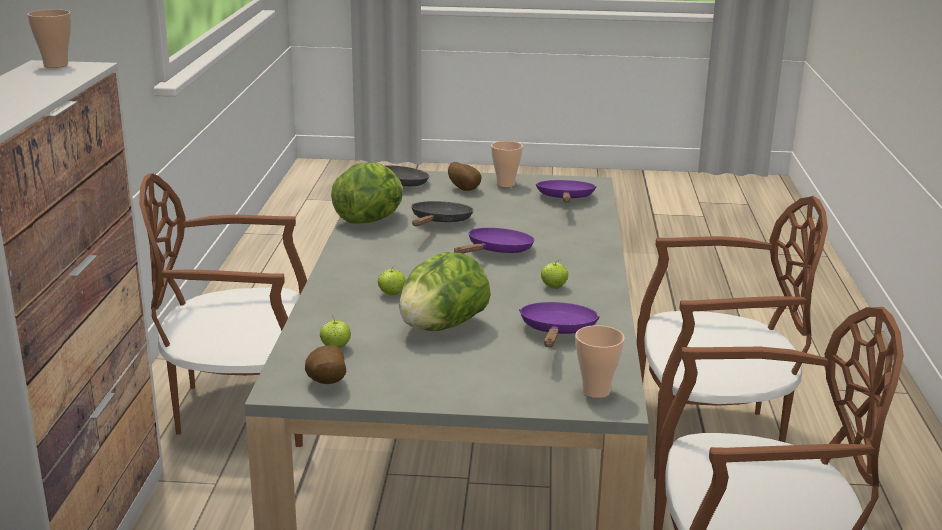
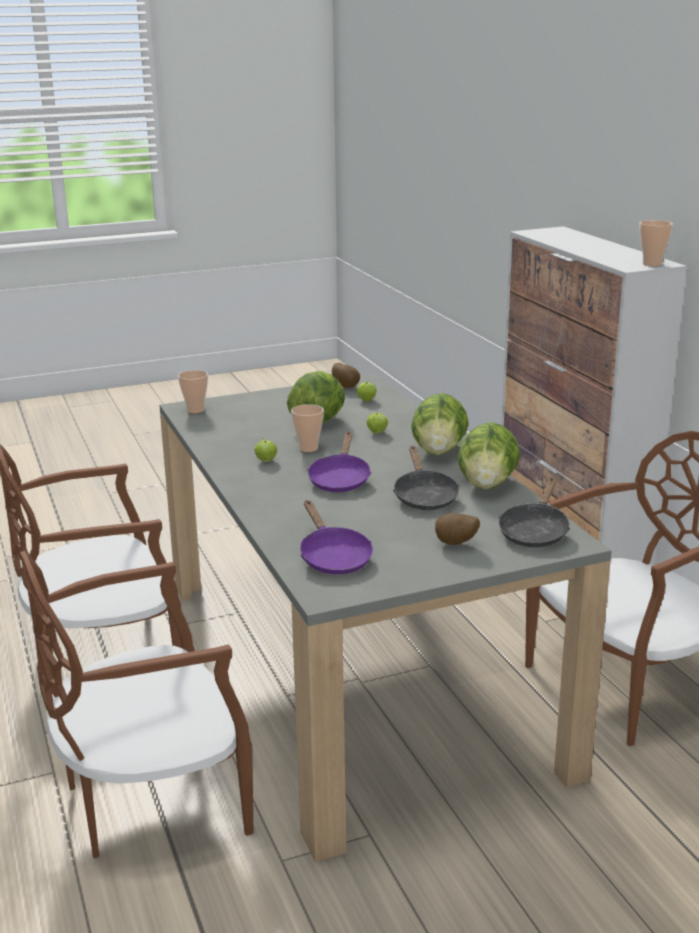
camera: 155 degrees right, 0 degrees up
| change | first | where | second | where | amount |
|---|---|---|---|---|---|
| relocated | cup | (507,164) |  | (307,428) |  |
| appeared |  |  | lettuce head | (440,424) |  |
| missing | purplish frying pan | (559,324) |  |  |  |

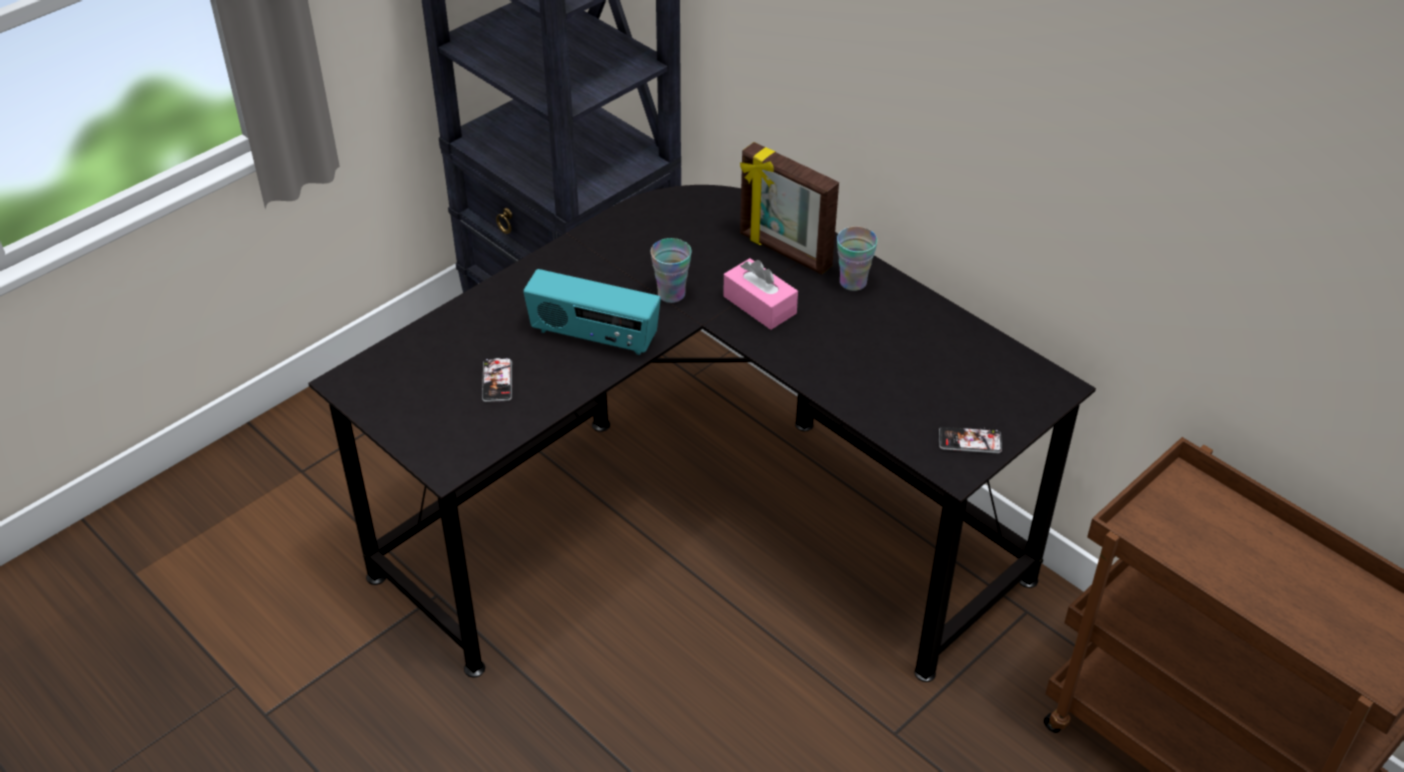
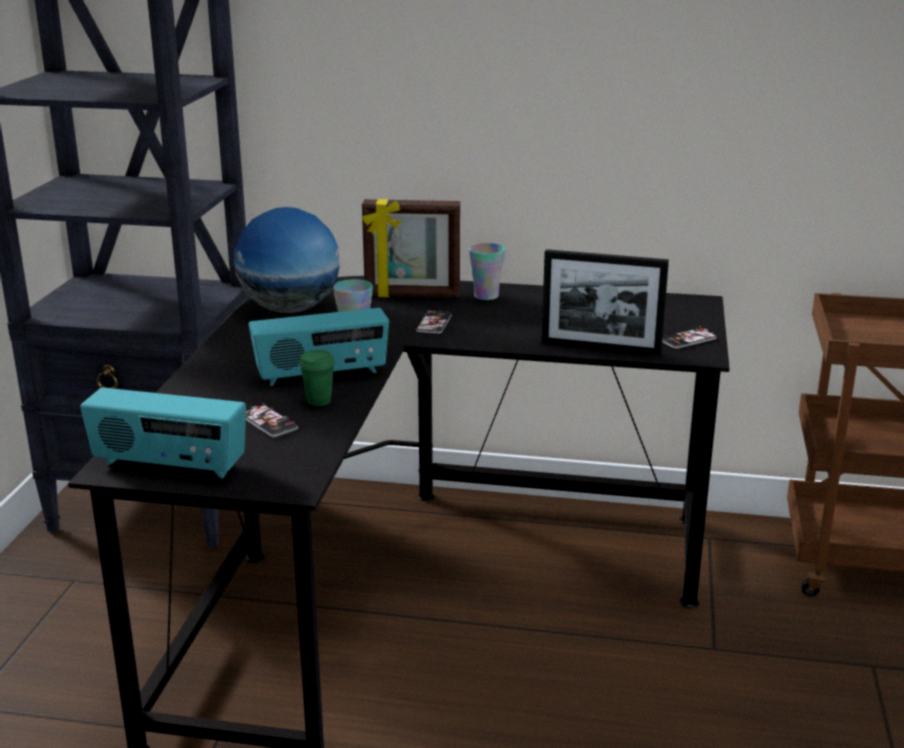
camera: 35 degrees left, 20 degrees down
| change | first | where | second | where | amount |
|---|---|---|---|---|---|
| appeared |  |  | radio | (163,433) |  |
| appeared |  |  | globe | (287,260) |  |
| appeared |  |  | green-coloured cup | (317,378) |  |
| exchanged | pinkish tissue holder | (760,294) | telephone | (434,322) |  |
| appeared |  |  | standing frame | (605,302) |  |

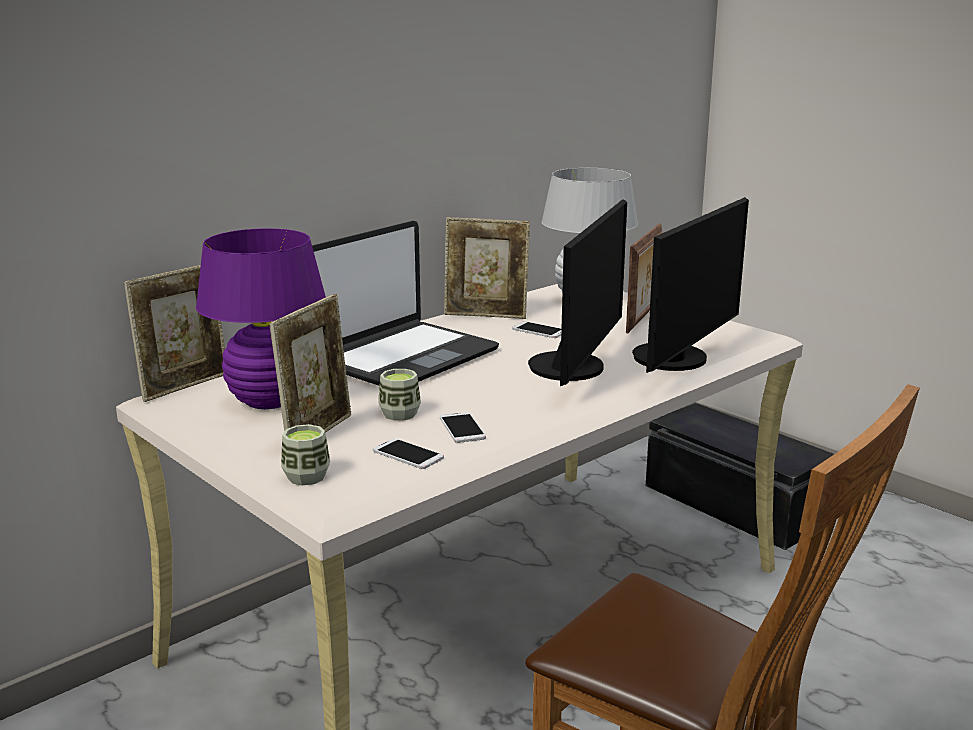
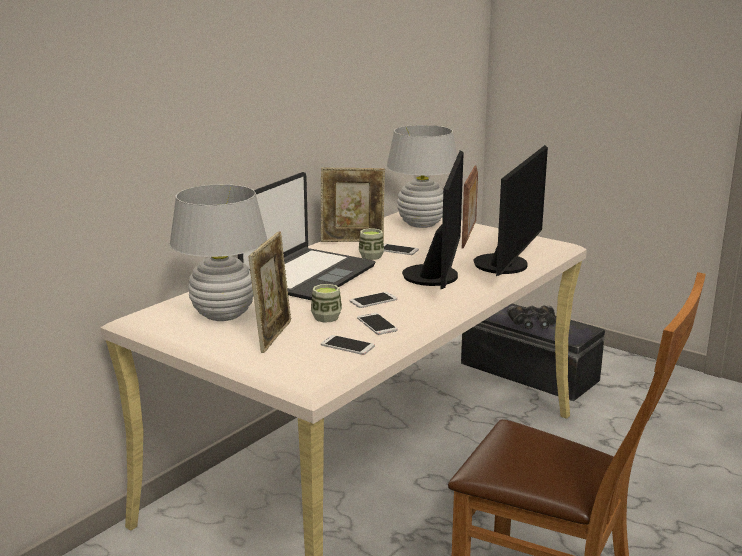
camera: 10 degrees left, 0 degrees up
| change | first | where | second | where | amount |
|---|---|---|---|---|---|
| colour | purplish tabletop lamp | (261,318) | whitish tabletop lamp | (218,252) |  |
| appeared |  |  | telephone | (373,300) |  |
| relocated | cup | (305,455) |  | (371,244) |  |
| appeared |  |  | black-coloured field glasses | (531,317) |  |
| missing | standing frame | (174,333) |  |  |  |

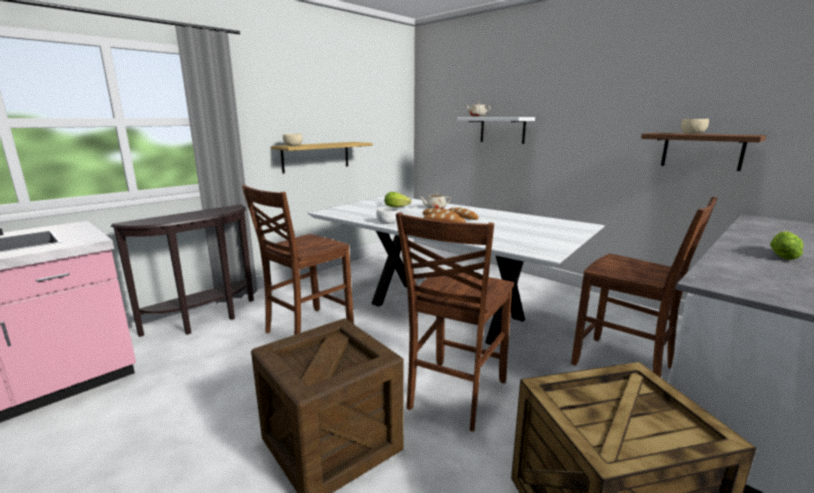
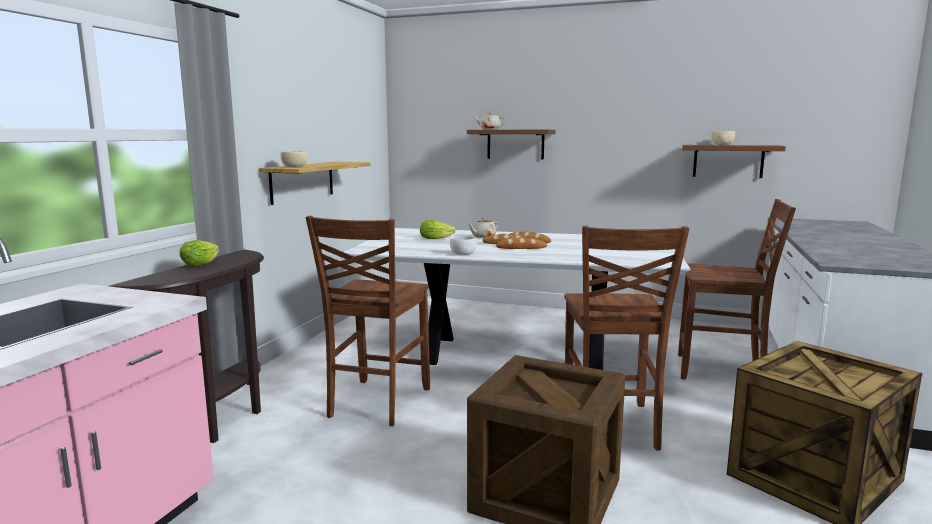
camera: 25 degrees left, 5 degrees down
| change | first | where | second | where | amount |
|---|---|---|---|---|---|
| relocated | lettuce head | (787,245) |  | (199,253) |  |
| colour | whitish wall shelf | (496,130) | brown-coloured wall shelf | (511,145) |  |

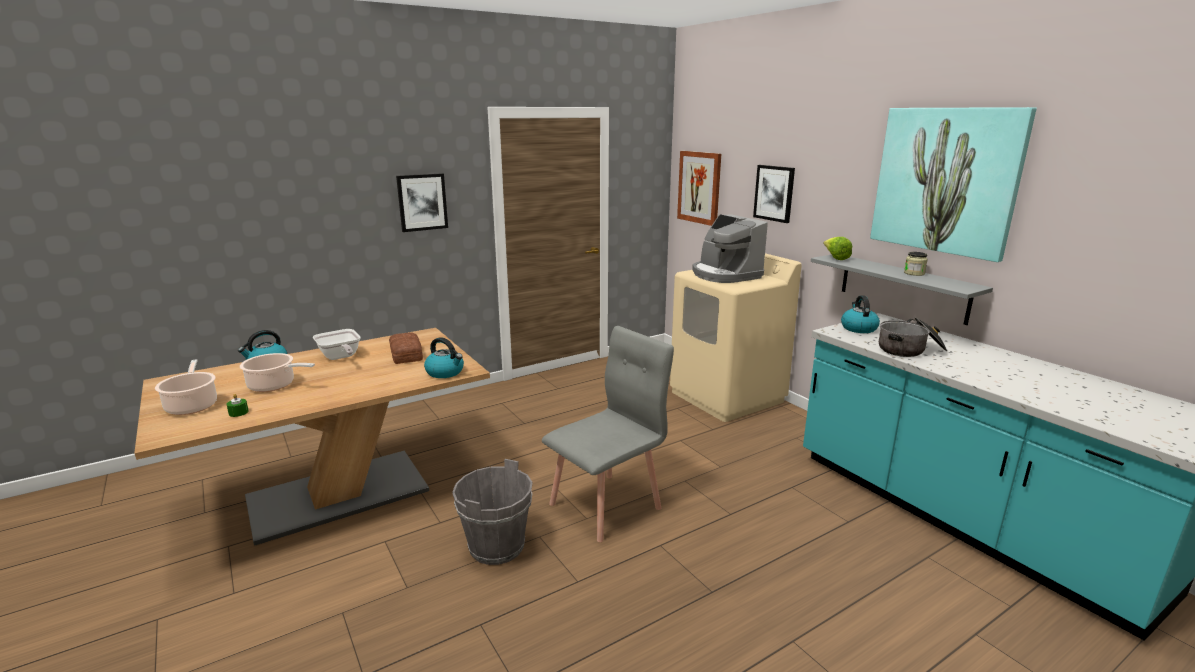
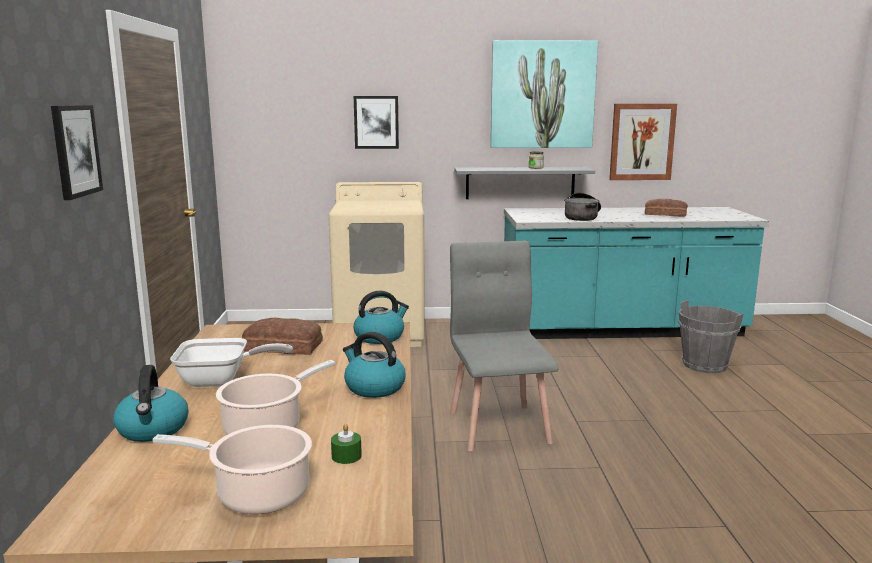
camera: 60 degrees left, 5 degrees down
| change | first | where | second | where | amount |
|---|---|---|---|---|---|
| relocated | kettle | (860,314) |  | (374,365) |  |
| relocated | wall picture | (699,188) |  | (643,142) |  |
| appeared |  |  | bakery bread | (666,208) |  |
| relocated | gray bucket | (492,512) |  | (710,336) |  |
| missing | coffee machine | (730,248) |  |  |  |
| missing | lettuce head | (837,248) |  |  |  |

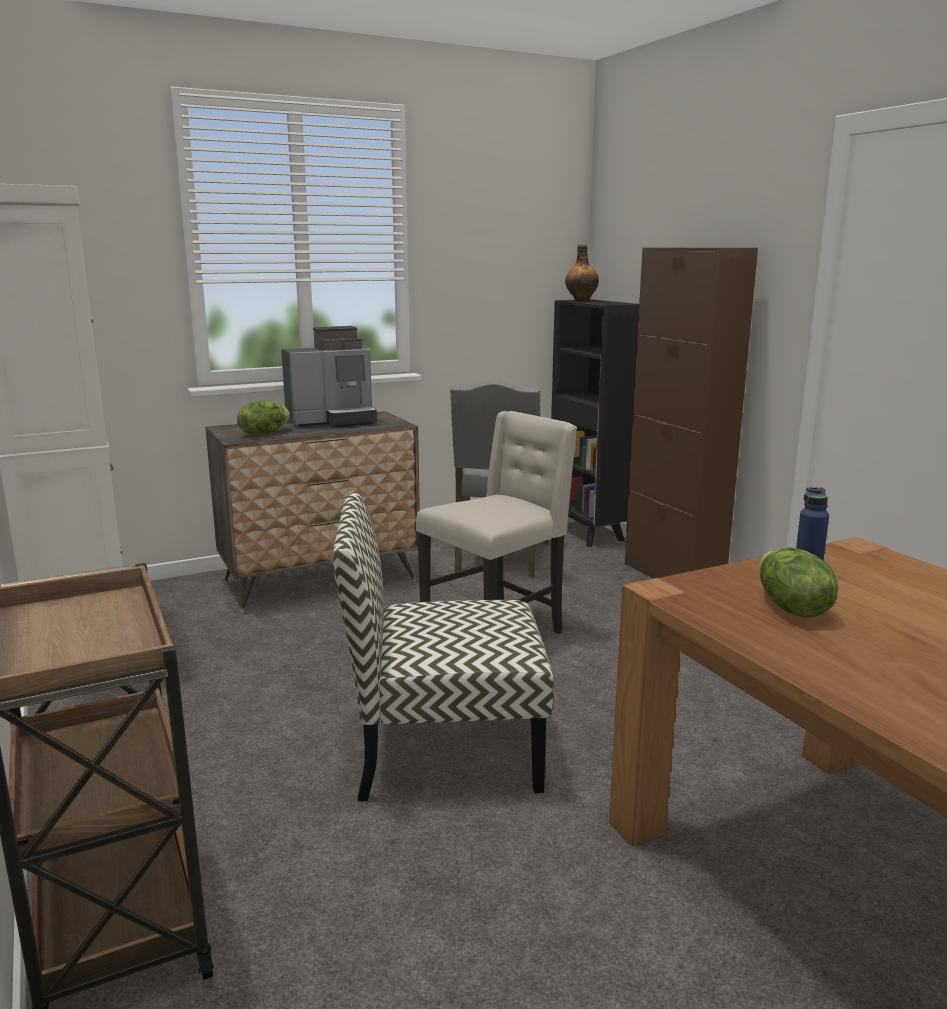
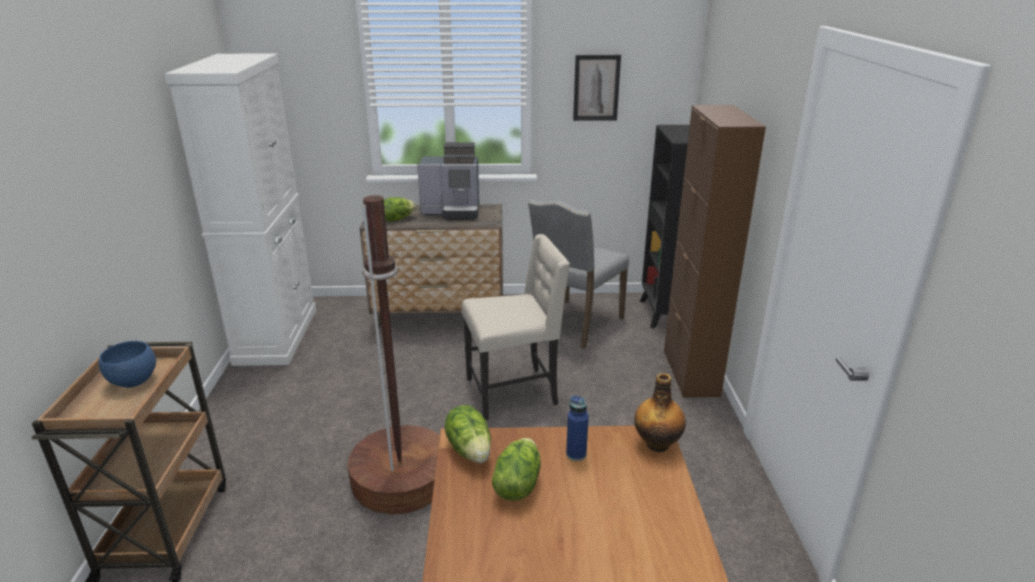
camera: 25 degrees right, 10 degrees up
| change | first | where | second | where | amount |
|---|---|---|---|---|---|
| appeared |  |  | blue serving bowl | (127,364) |  |
| exchanged | upright chair | (443,646) | brown-coloured standard lamp | (394,355) |  |
| appeared |  |  | lettuce head | (468,434) |  |
| appeared |  |  | wall picture | (597,88) |  |
| relocated | beverage bottle | (582,273) |  | (660,412) |  |

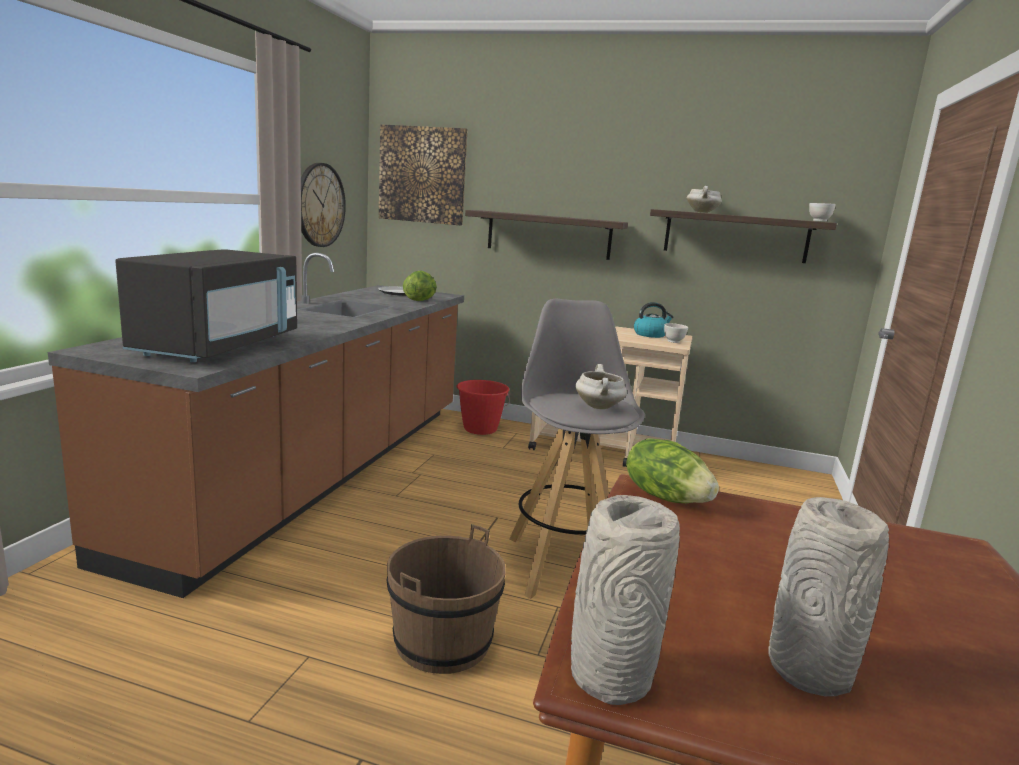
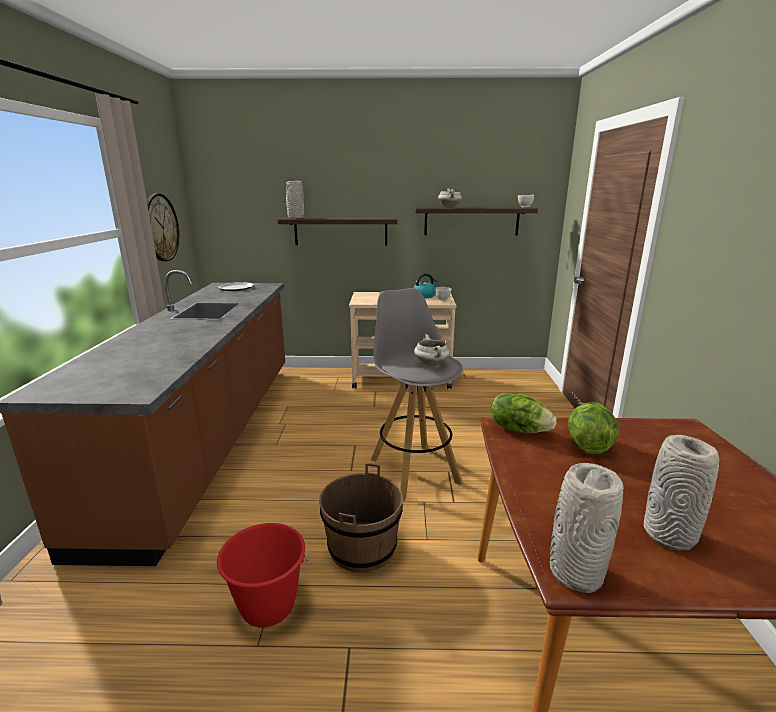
camera: 15 degrees left, 5 degrees up
| change | first | where | second | where | amount |
|---|---|---|---|---|---|
| relocated | red-coloured bucket | (483,407) |  | (262,575) |  |
| appeared |  |  | gray flower vase | (295,199) |  |
| relocated | lettuce head | (420,285) |  | (593,428) |  |
| missing | black-coloured kitchen microwave | (206,305) |  |  |  |
| missing | wall picture | (423,175) |  |  |  |

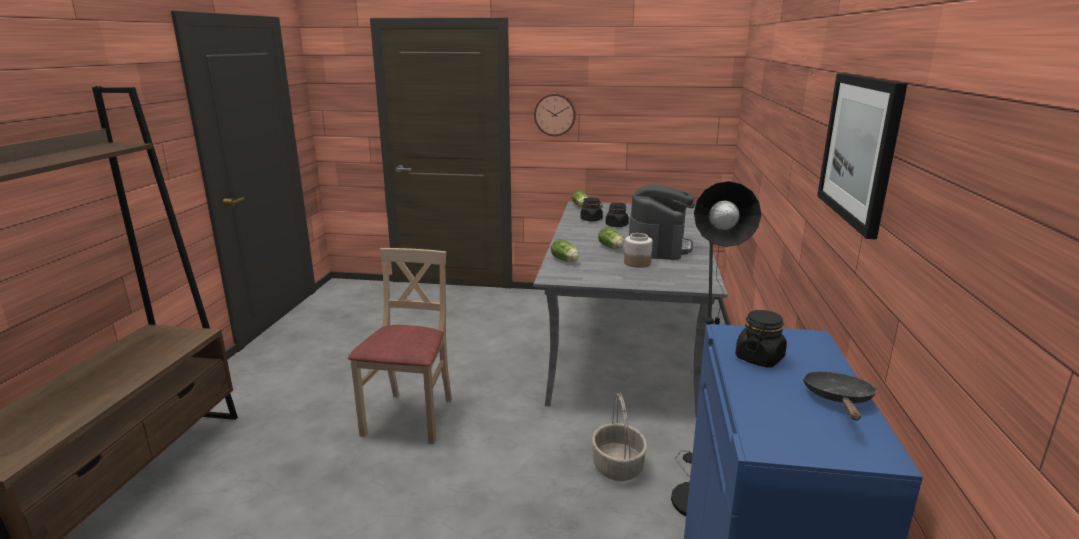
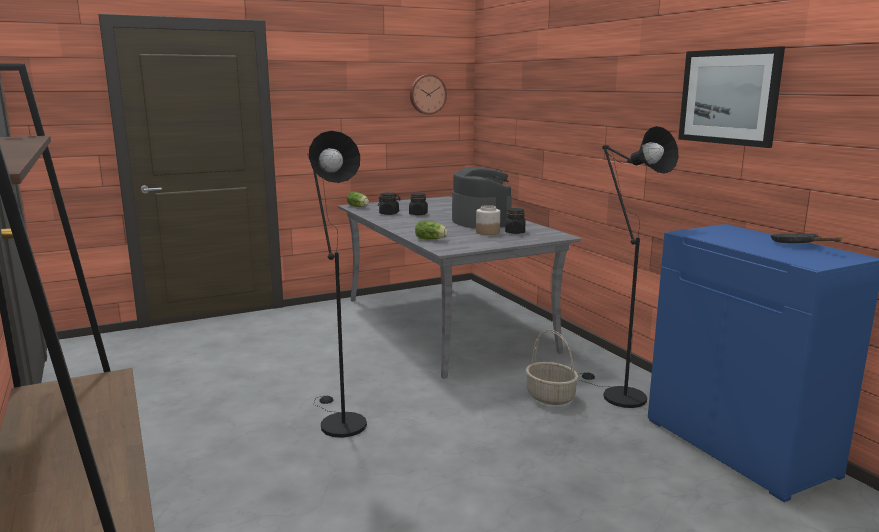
camera: 35 degrees left, 5 degrees down
| change | first | where | second | where | amount |
|---|---|---|---|---|---|
| exchanged | beige-coloured upright chair | (400,346) | black-coloured standard lamp | (337,284) |  |
| relocated | hanging clock | (555,114) |  | (428,94) |  |
| relocated | black-coloured storage jar | (761,338) |  | (515,221) |  |
| missing | lettuce head | (611,238) |  |  |  |

